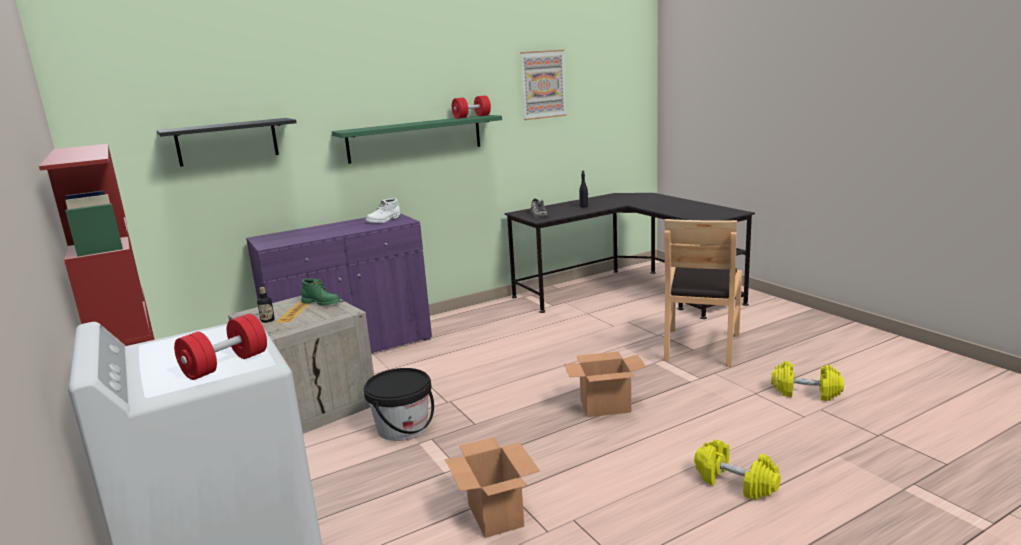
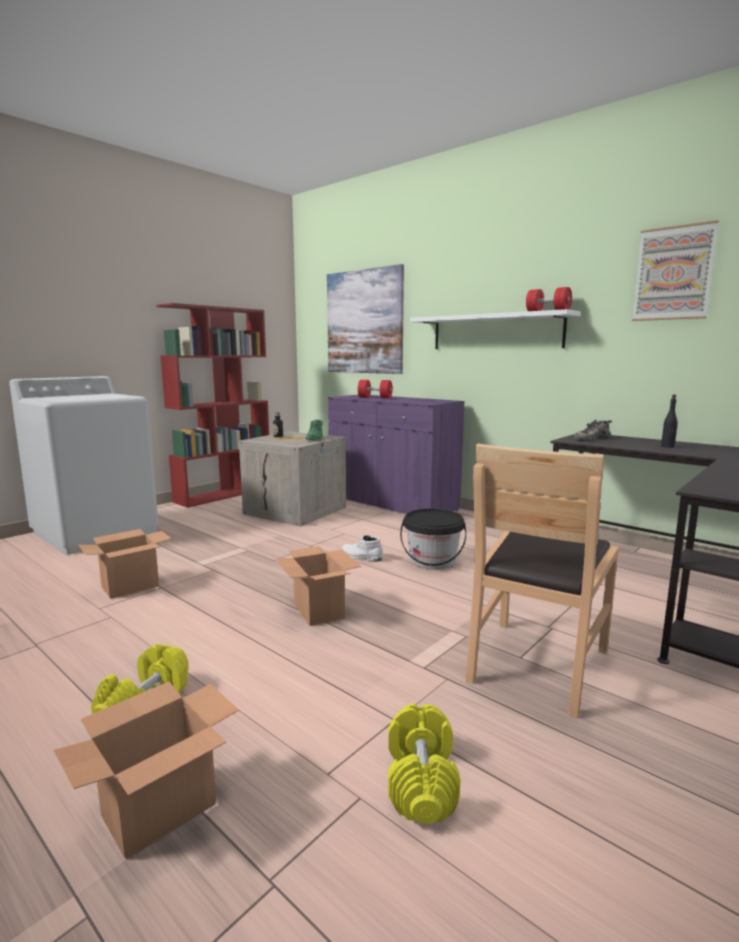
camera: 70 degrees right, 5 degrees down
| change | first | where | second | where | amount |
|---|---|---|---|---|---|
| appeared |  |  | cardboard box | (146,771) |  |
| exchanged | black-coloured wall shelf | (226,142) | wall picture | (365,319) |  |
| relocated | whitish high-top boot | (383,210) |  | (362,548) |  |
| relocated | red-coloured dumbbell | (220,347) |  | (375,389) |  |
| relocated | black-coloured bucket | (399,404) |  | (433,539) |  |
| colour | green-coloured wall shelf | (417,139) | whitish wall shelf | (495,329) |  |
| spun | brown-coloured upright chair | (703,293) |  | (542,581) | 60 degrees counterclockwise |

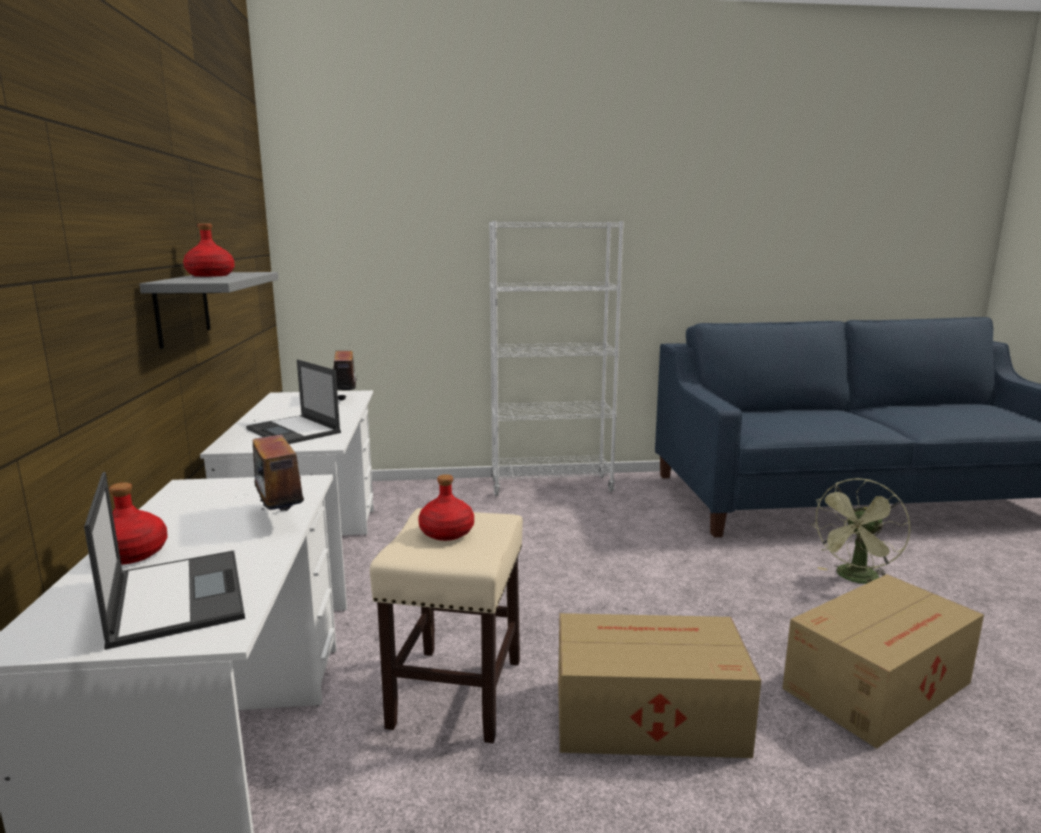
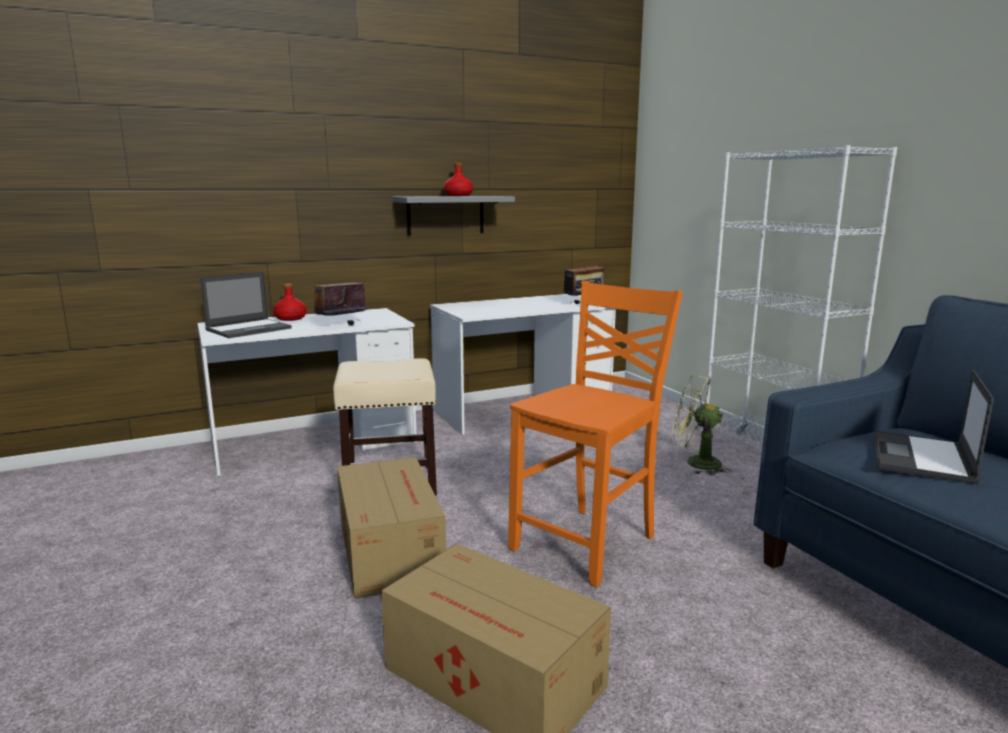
camera: 70 degrees right, 0 degrees up
| change | first | where | second | where | amount |
|---|---|---|---|---|---|
| appeared |  |  | orangey upright chair | (595,434) |  |
| relocated | green-coloured cooling fan | (860,531) |  | (701,425) |  |
| relocated | laptop | (293,401) |  | (933,427) |  |
| missing | red-coloured beverage bottle | (446,507) |  |  |  |

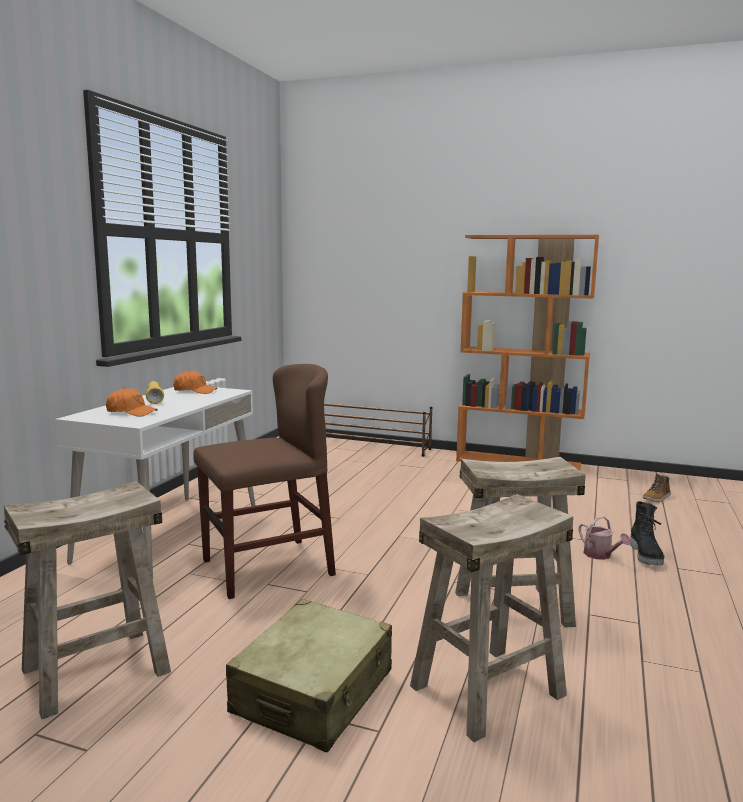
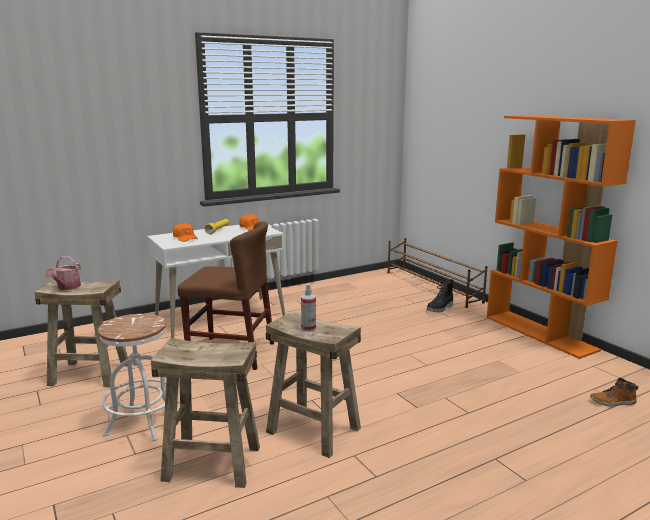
camera: 40 degrees right, 5 degrees up
| change | first | where | second | where | amount |
|---|---|---|---|---|---|
| relocated | watering pot | (605,538) |  | (63,273) |  |
| exchanged | beige-coloured travel case | (309,675) | whitish sitting stool | (138,377) |  |
| appeared |  |  | sprayer | (308,307) |  |
| relocated | black-coloured high-top boot | (647,533) |  | (440,295) |  |

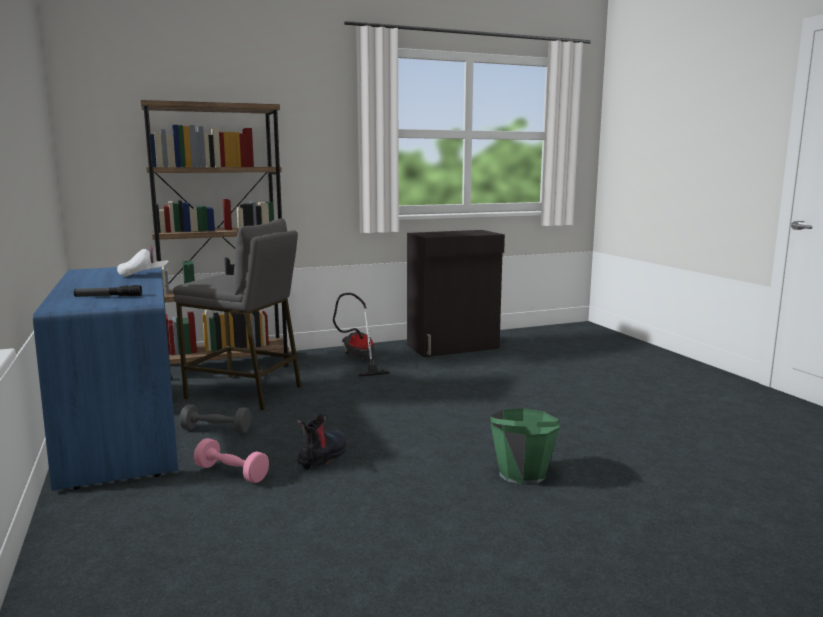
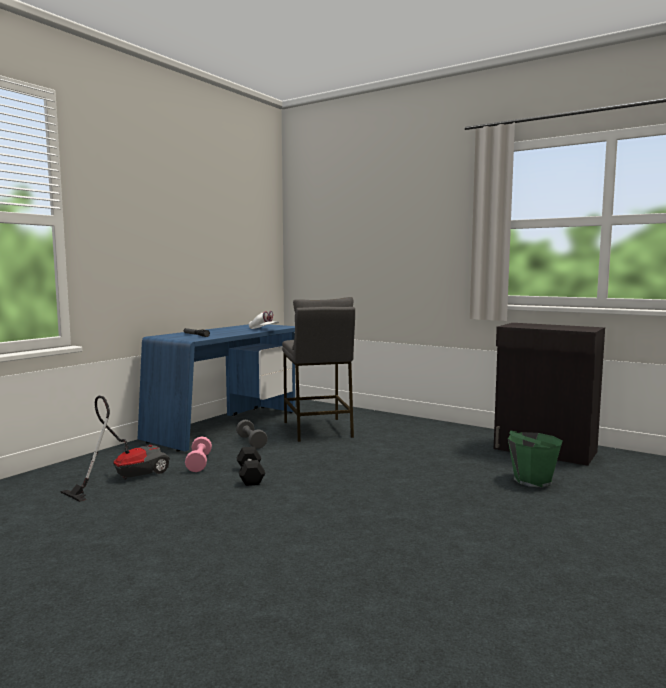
camera: 55 degrees right, 5 degrees down
| change | first | where | second | where | amount |
|---|---|---|---|---|---|
| relocated | vacuum | (361,335) |  | (115,448) |  |
| exchanged | high-top boot | (322,441) | black-coloured dumbbell | (251,466) |  |
| relocated | green-coloured bucket | (525,446) |  | (535,458) |  |
| missing | brown-coloured bookshelf | (215,240) |  |  |  |

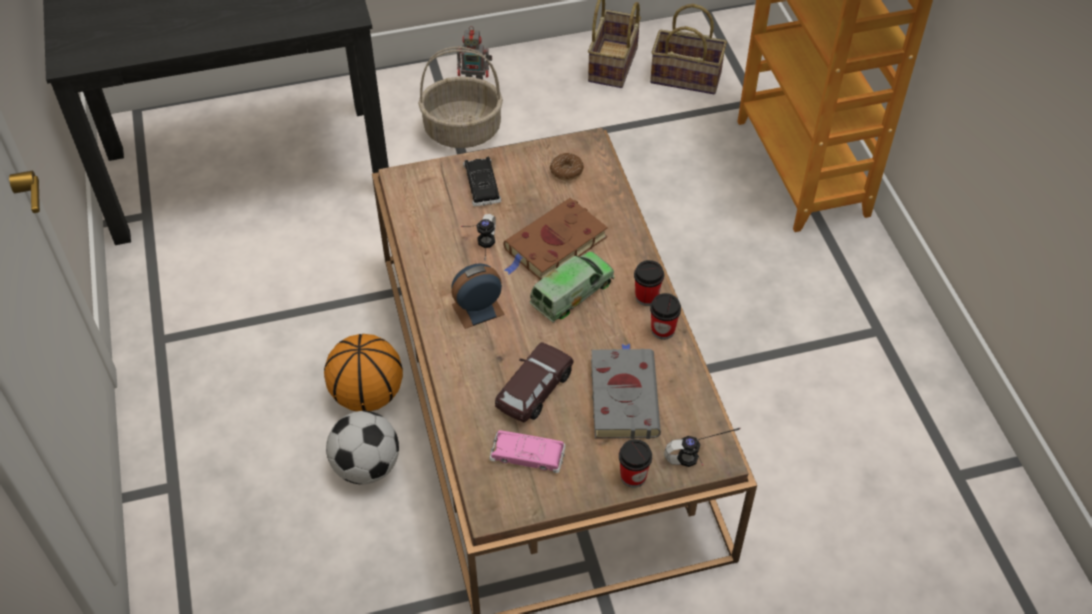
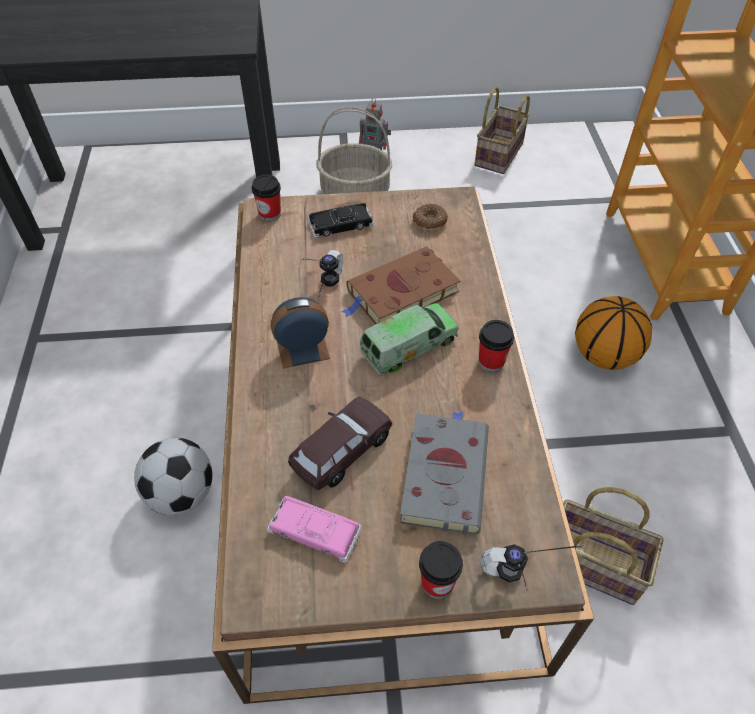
camera: 10 degrees right, 0 degrees up
| change | first | where | second | where | amount |
|---|---|---|---|---|---|
| relocated | cup | (665,316) |  | (266,198) |  |
| spun | black-coloured model car | (482,181) |  | (341,220) | 105 degrees counterclockwise |
| relocated | basket | (688,49) |  | (613,546) |  |
| relocated | basketball ball | (363,372) |  | (613,333) |  |

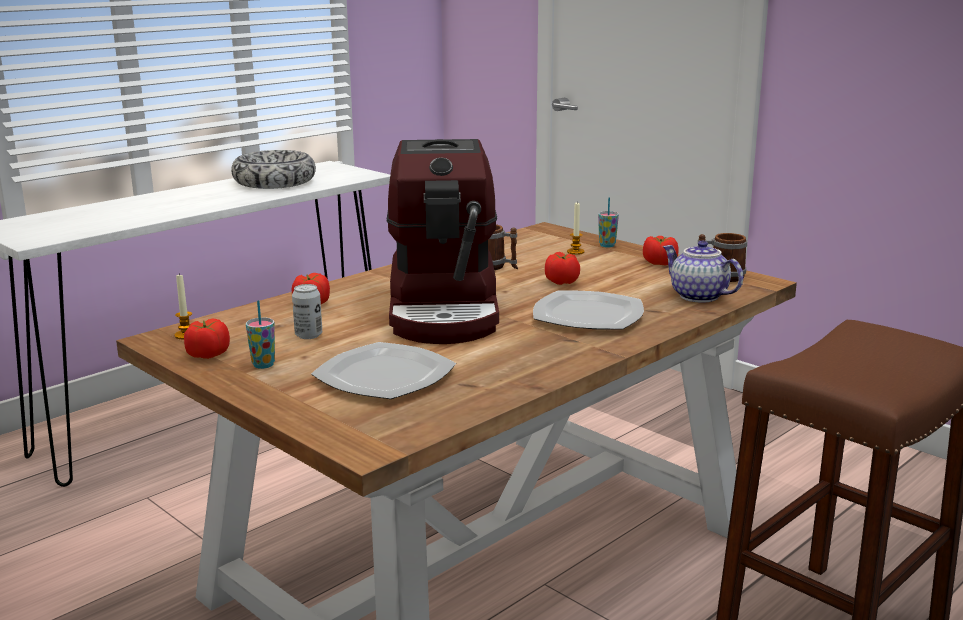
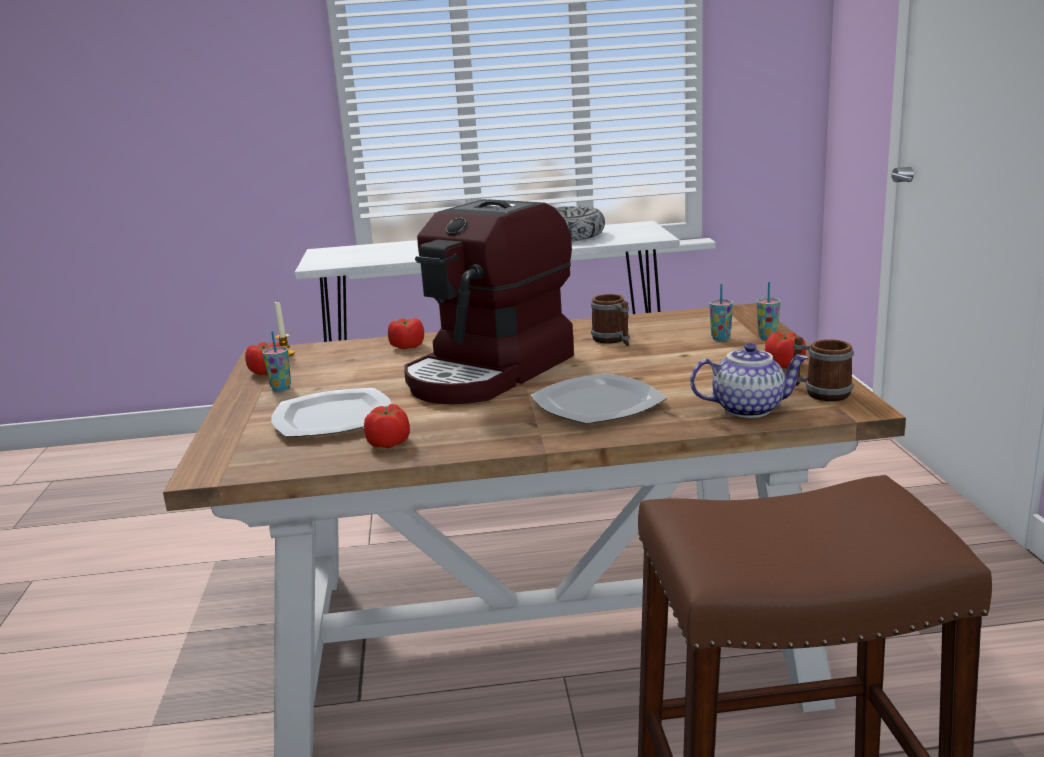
camera: 40 degrees right, 0 degrees up
| change | first | where | second | where | amount |
|---|---|---|---|---|---|
| relocated | tomato | (562,268) |  | (387,426) |  |
| spun | teapot | (703,272) |  | (749,380) | 90 degrees clockwise |
| exchanged | wax light | (576,229) | cup | (721,312) |  |
| missing | metal can | (307,311) |  |  |  |

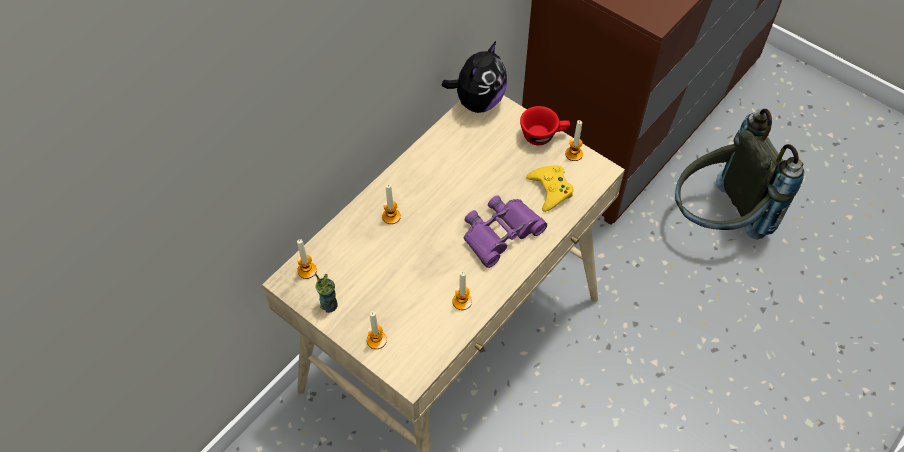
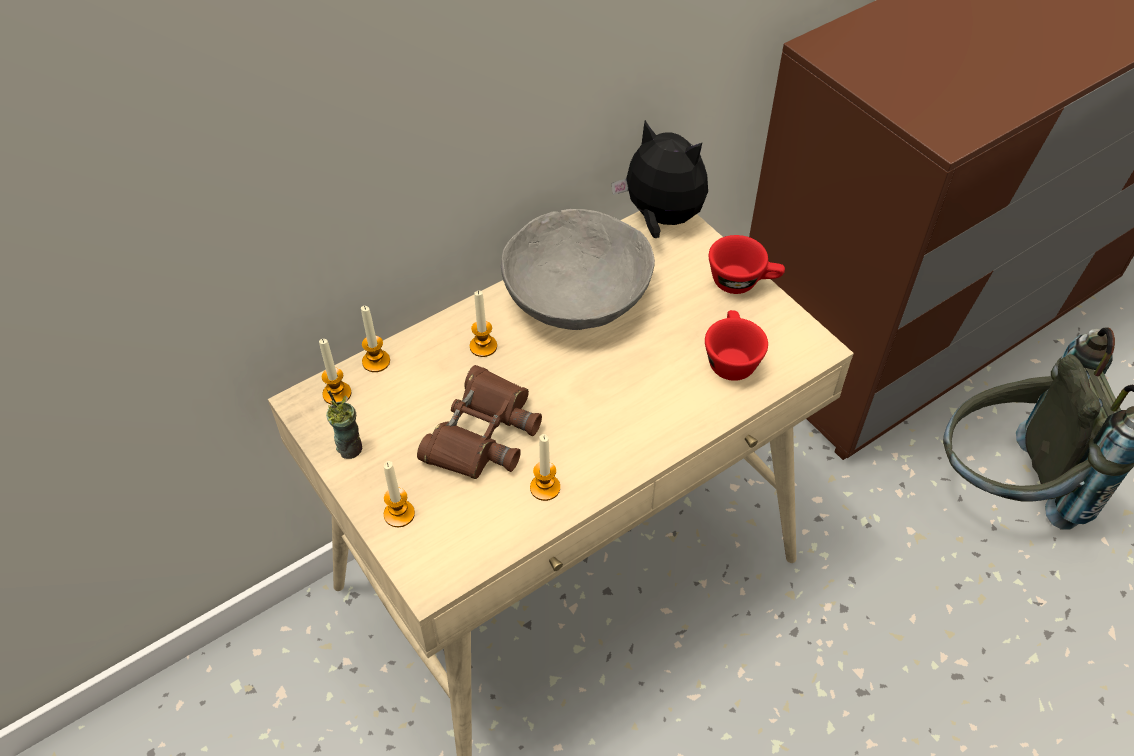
camera: 15 degrees right, 5 degrees down
| change | first | where | second | where | amount |
|---|---|---|---|---|---|
| relocated | wax light | (574,140) |  | (375,339) |  |
| appeared |  |  | brown-coloured field glasses | (479,422) |  |
| appeared |  |  | gray serving bowl | (578,269) |  |
| spun | cuddly toy | (474,77) |  | (659,179) | 105 degrees counterclockwise |
| exchanged | yellow-coloured joypad | (549,188) | red-coloured cup | (736,345) |  |
| missing | purplish field glasses | (505,231) |  |  |  |

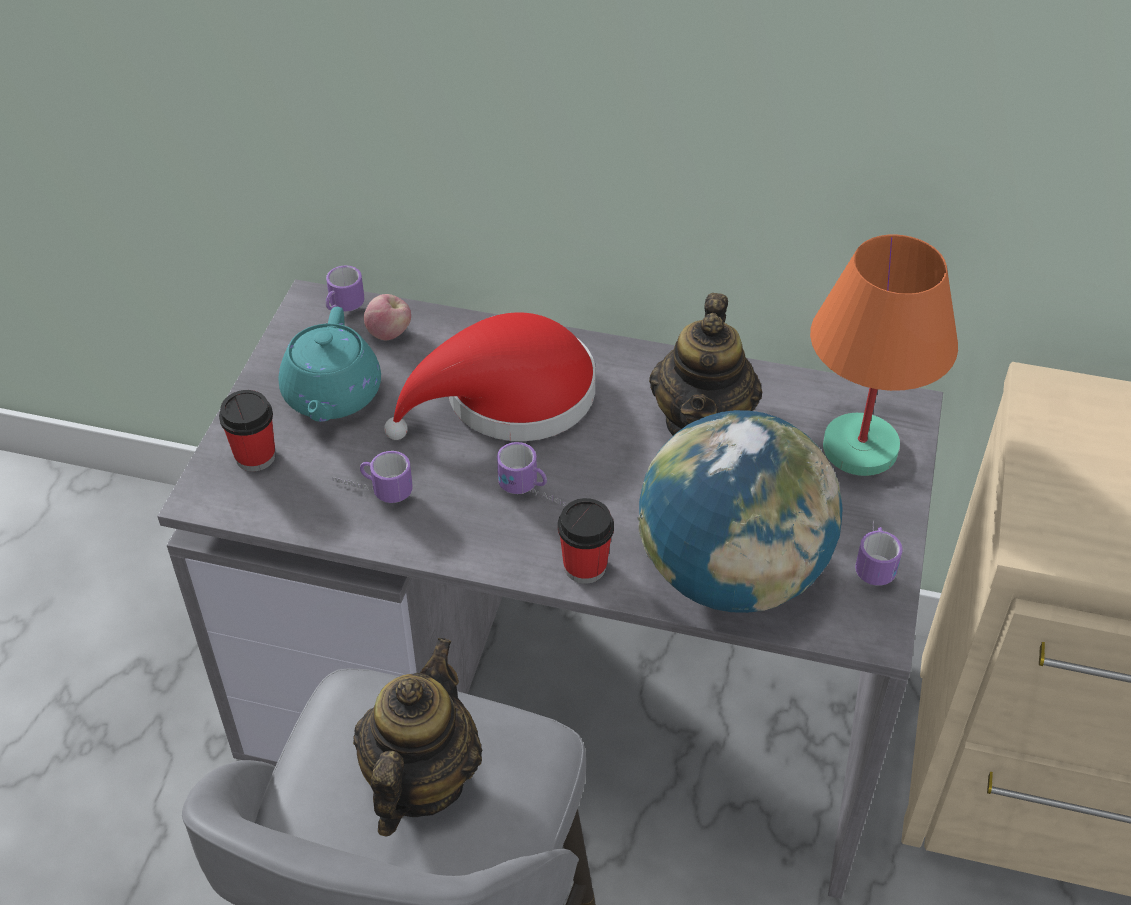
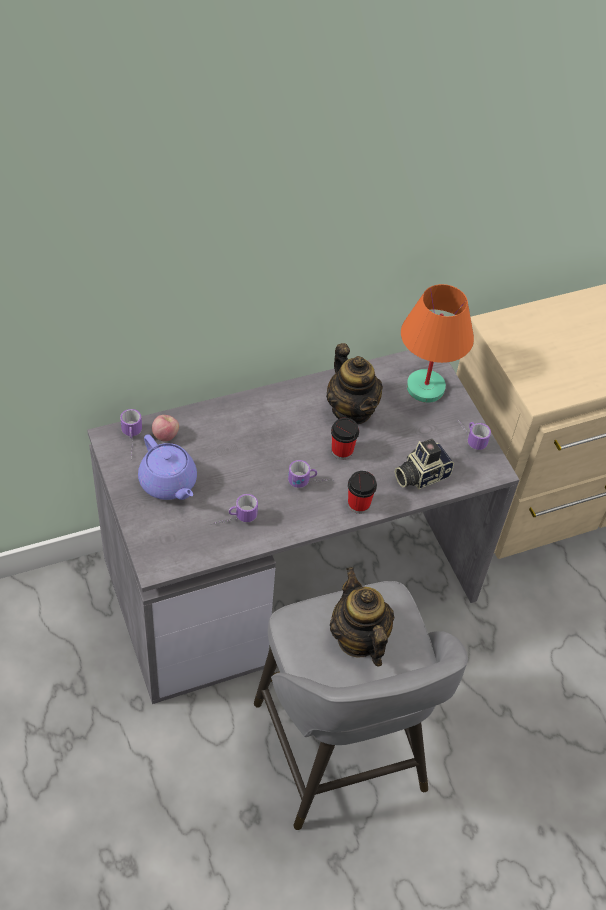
camera: 40 degrees left, 5 degrees up
| change | first | where | second | where | amount |
|---|---|---|---|---|---|
| colour | turquoise teapot | (329,364) | purplish teapot | (167,467) |  |
| relocated | cup | (247,430) |  | (345,439) |  |
| exchanged | globe | (740,511) | still camera | (424,464) |  |
| missing | red-coloured wearable hat | (490,376) |  |  |  |

